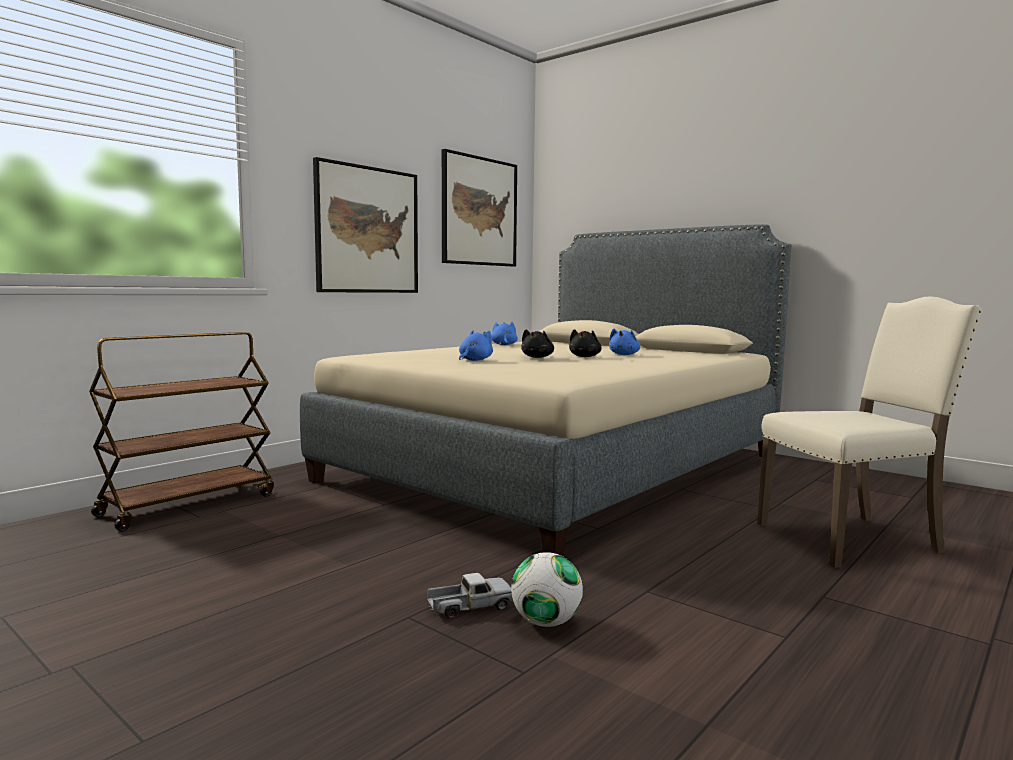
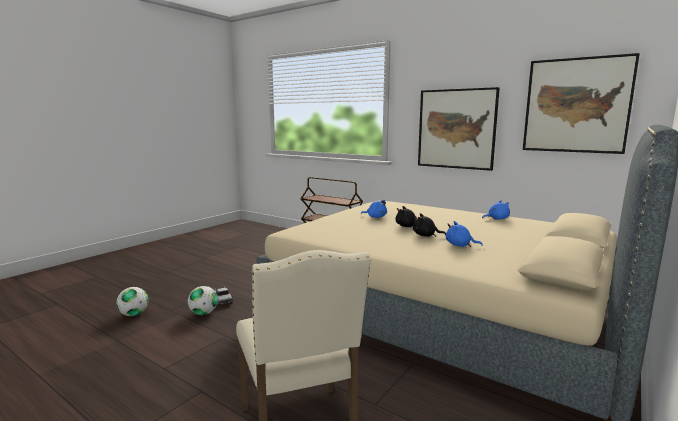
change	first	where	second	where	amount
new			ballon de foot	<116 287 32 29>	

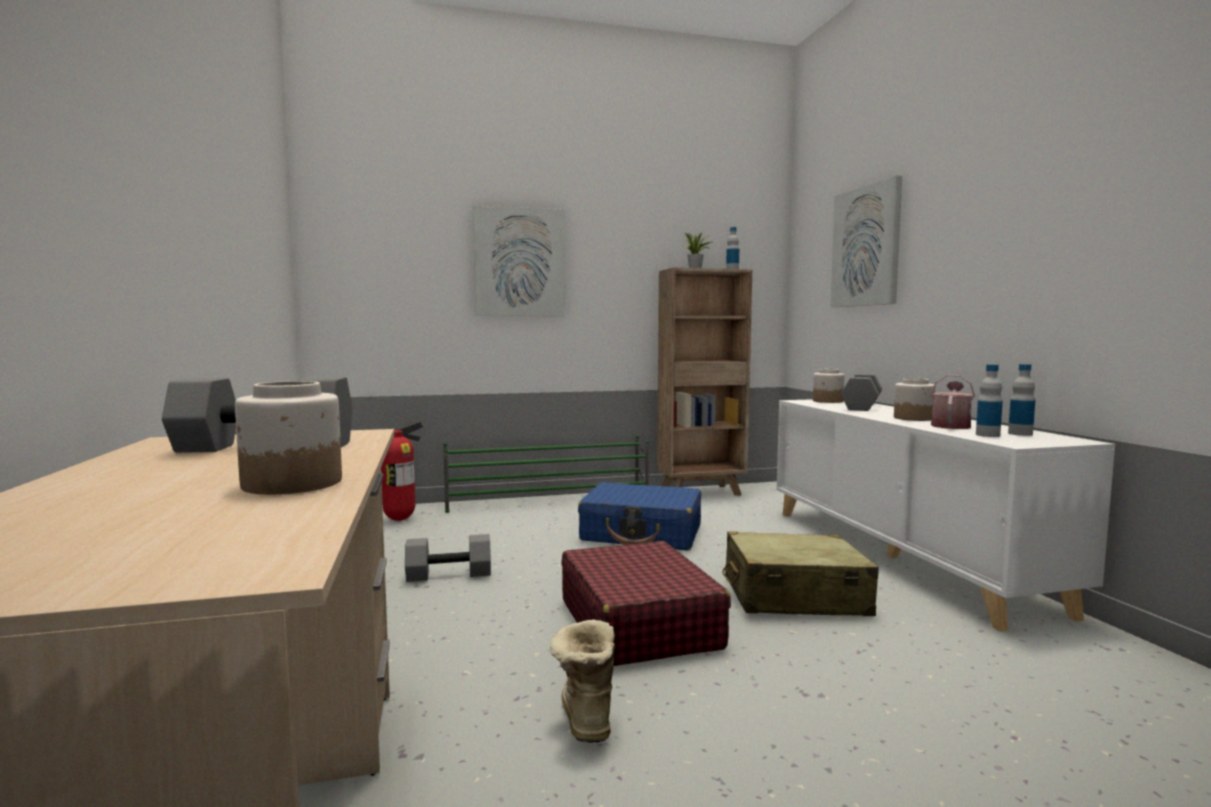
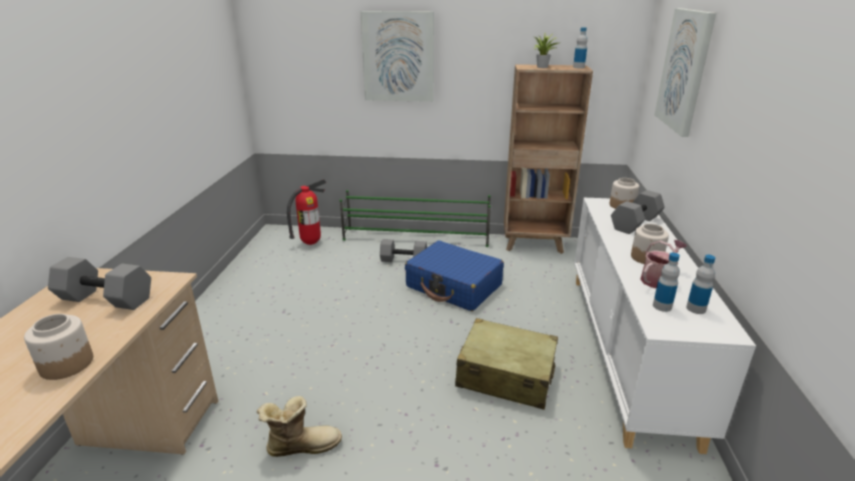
change	first	where	second	where	amount
gone	valise (rouge)	<561 541 170 125>			
shifted	haltère (gris)	<405 534 86 48>		<380 239 47 23>	
rotated	botte	<550 620 65 123>		<257 396 85 61>	60 degrees clockwise

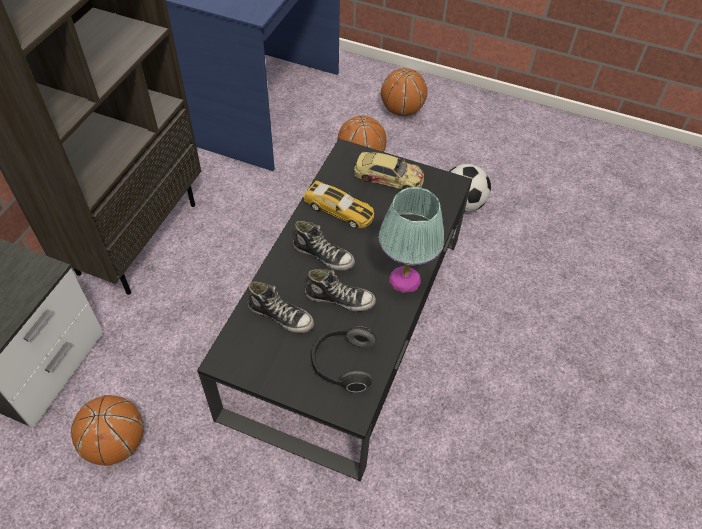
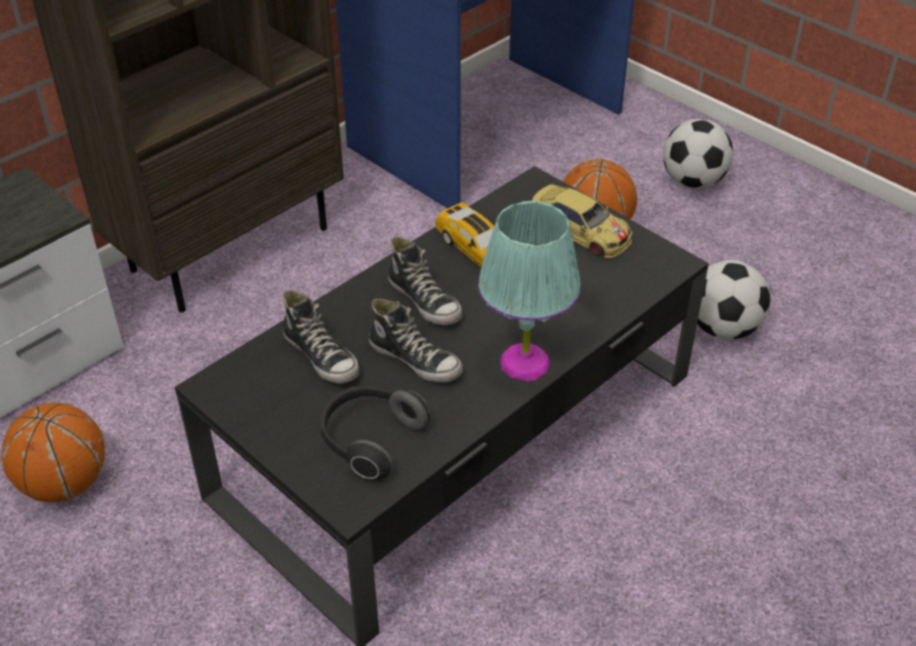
change	first	where	second	where	amount
swapped	ballon de basket	<381 68 47 48>	ballon de foot	<663 119 70 70>	

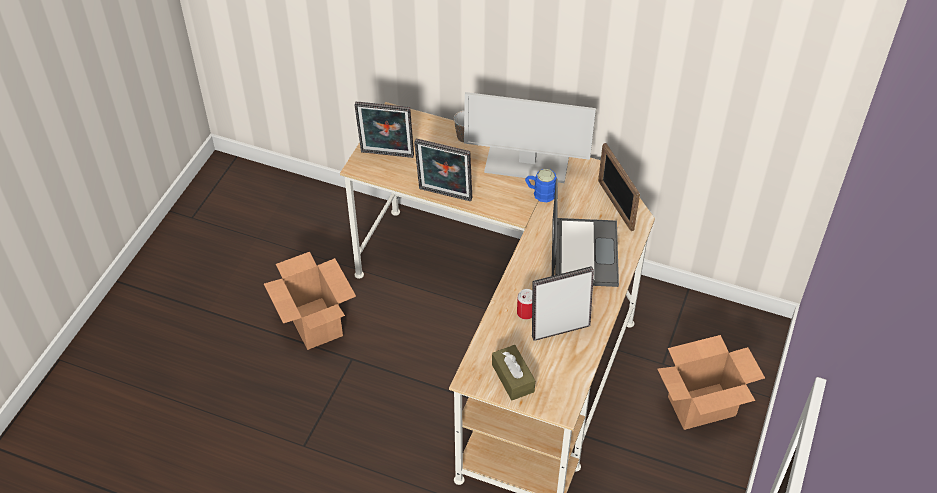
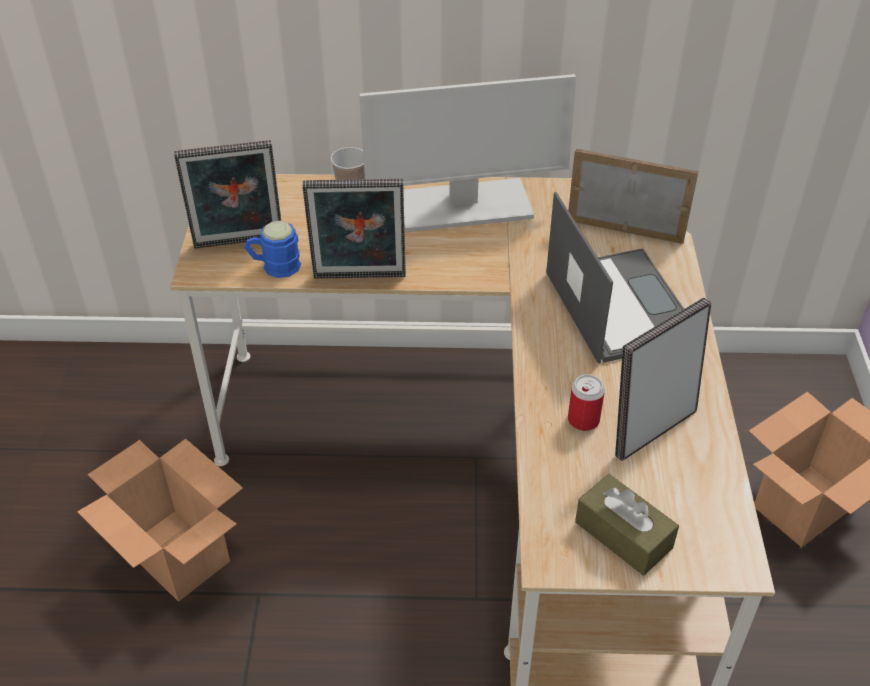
change	first	where	second	where	amount
shifted	mug (bleu)	<525 169 32 33>		<244 221 57 57>	
rotated	cadre photo	<598 143 42 88>		<568 149 131 95>	150 degrees clockwise

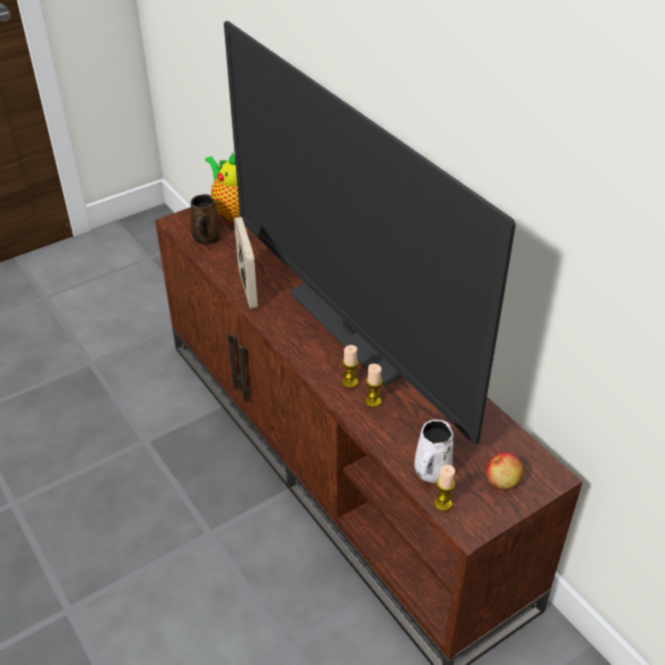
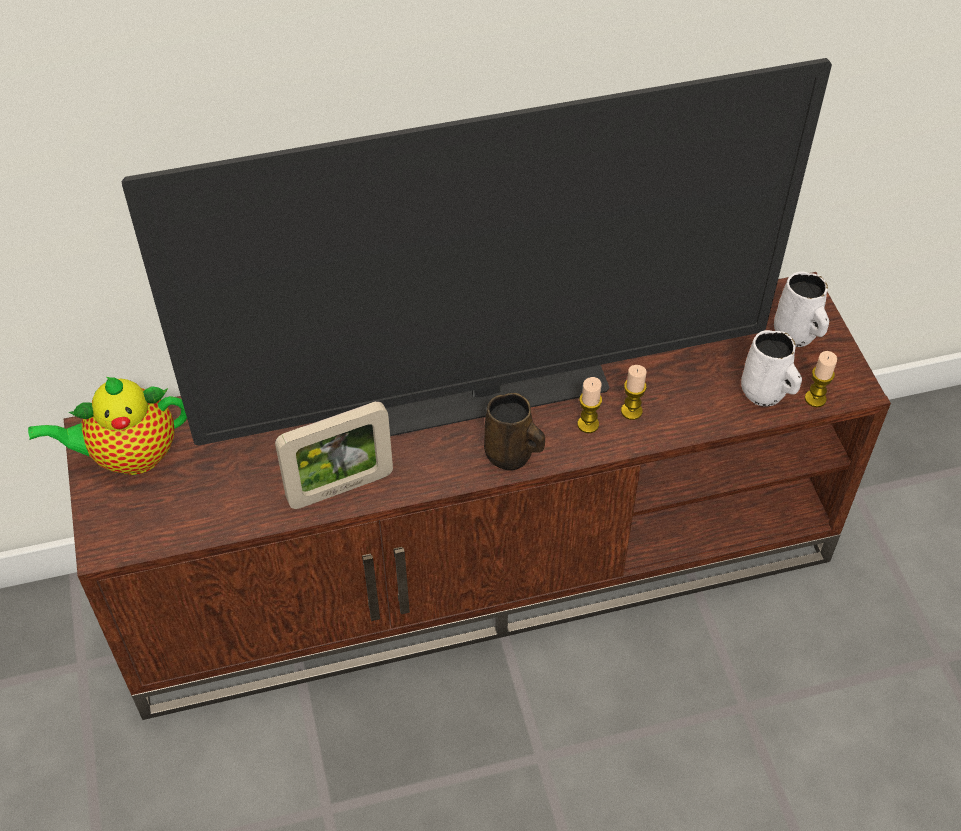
change	first	where	second	where	amount
shifted	mug (marron)	<191 194 29 51>		<484 393 61 78>	
swapped	pomme	<486 452 37 37>	mug (blanc)	<774 271 55 76>	
rotated	cadre photo	<234 217 24 92>		<275 401 118 108>	150 degrees clockwise

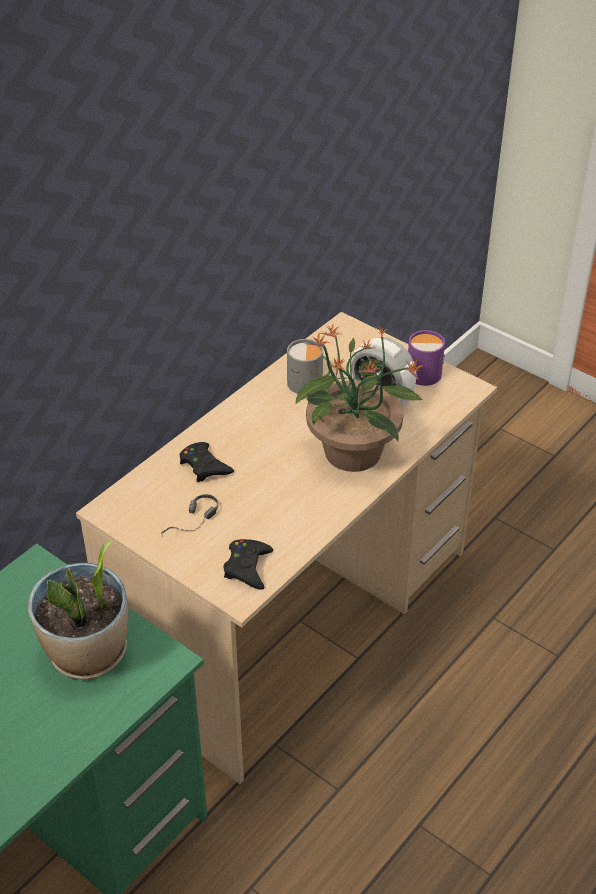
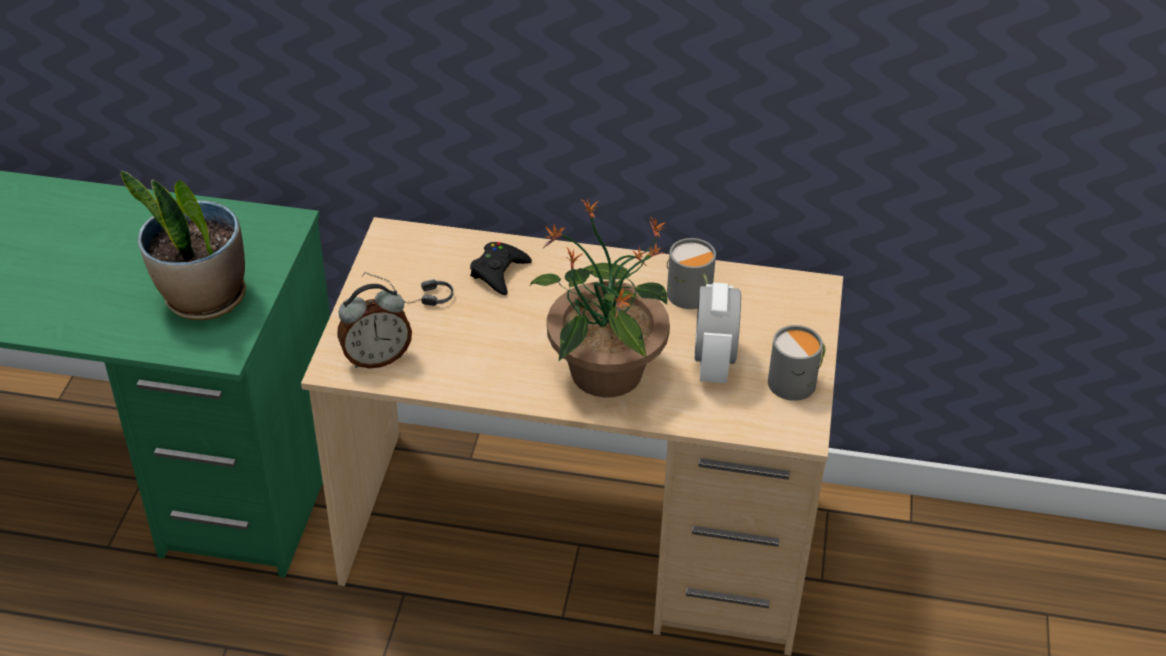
change	first	where	second	where	amount
swapped	manette (noir)	<224 539 49 51>	réveil	<337 284 75 84>	
repainted	mug (violet)	<408 330 37 56>	mug (gris)	<768 325 58 76>	

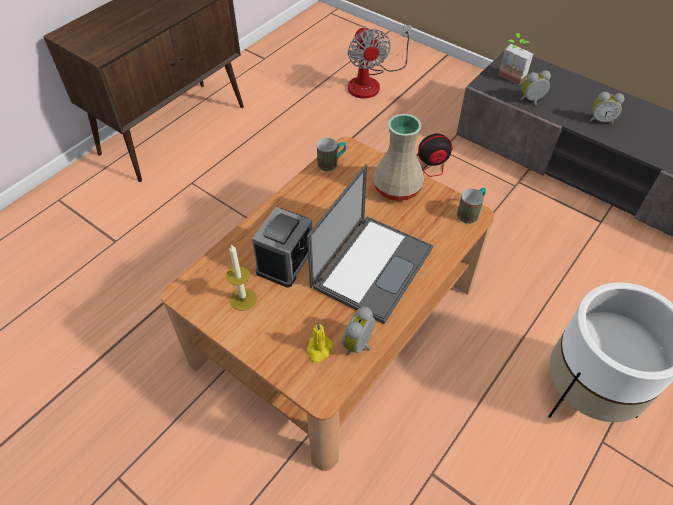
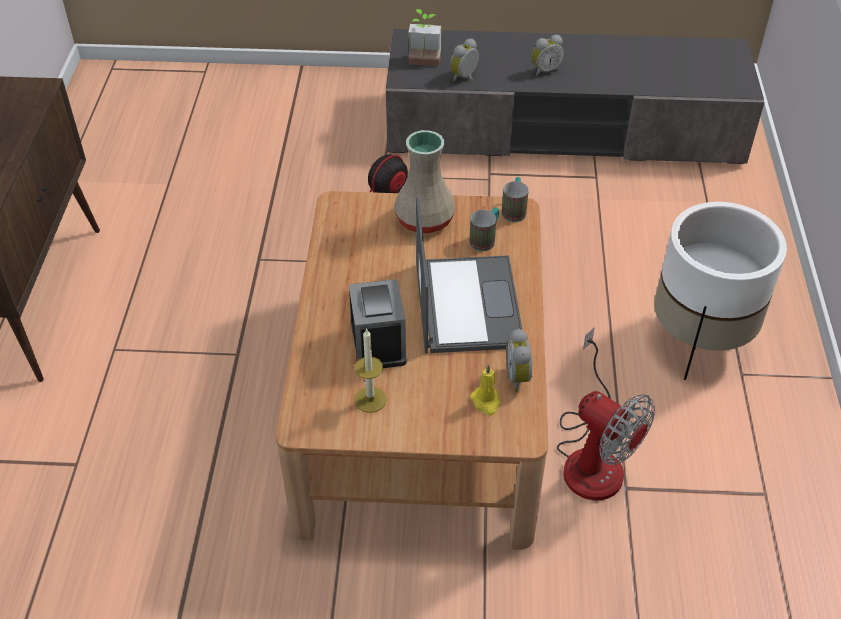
change	first	where	second	where	amount
shifted	mug	<317 138 30 33>		<469 208 30 43>	
shifted	ventilateur	<348 25 63 74>		<557 327 98 174>	

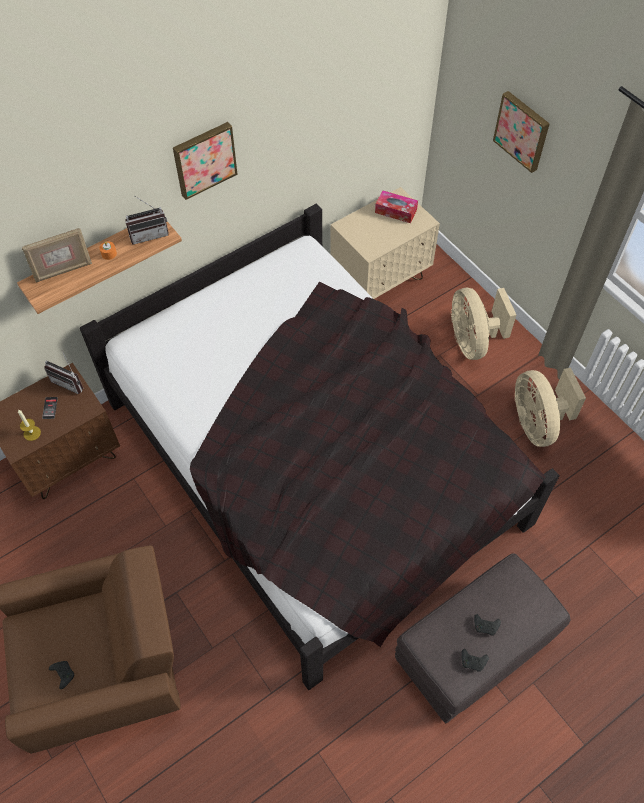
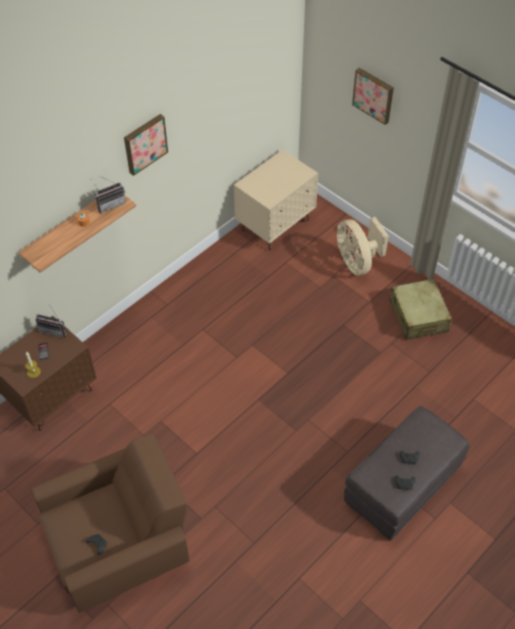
change	first	where	second	where	amount
gone	cadre photo	<22 228 70 55>			
gone	lit (noir)	<80 204 480 486>			
gone	boîte à mouchoirs	<375 190 43 33>			
swapped	ventilateur (beige)	<515 367 71 80>	valise (beige)	<390 279 62 61>	

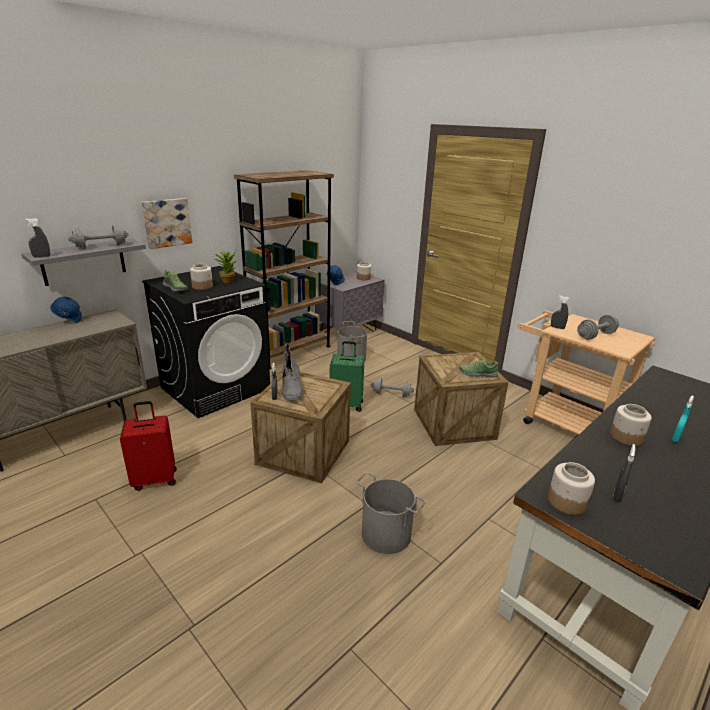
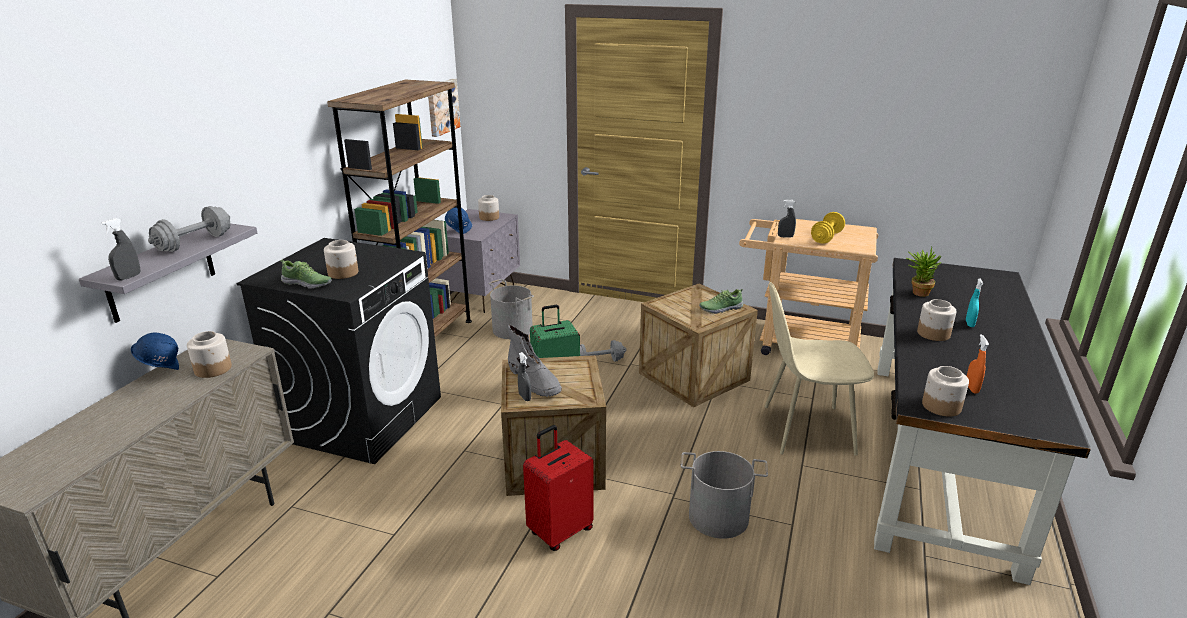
change	first	where	second	where	amount
new			bocal	<187 331 45 47>	
new			chaise (beige)	<765 282 109 174>	
shifted	valise (rouge)	<120 401 57 90>		<523 425 70 126>	
shifted	tableau	<142 198 50 51>		<428 79 32 58>	
shifted	plante en pot	<215 249 22 34>		<906 247 36 50>	
repainted	haltère (gris)	<577 315 42 25>	haltère (jaune)	<811 212 34 32>	
repainted	vaporisateur (gris)	<613 444 23 58>	vaporisateur (orange)	<967 334 22 59>	

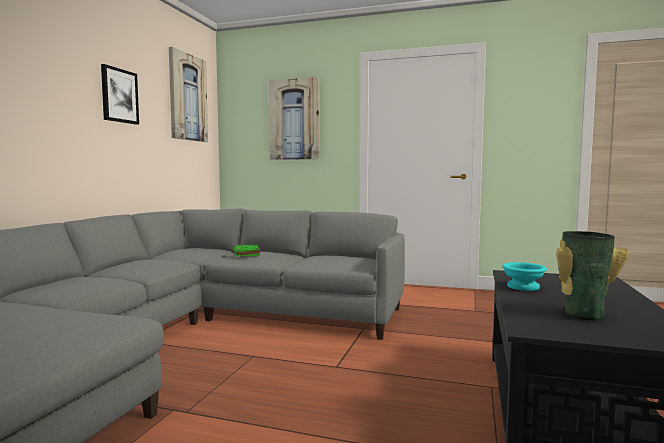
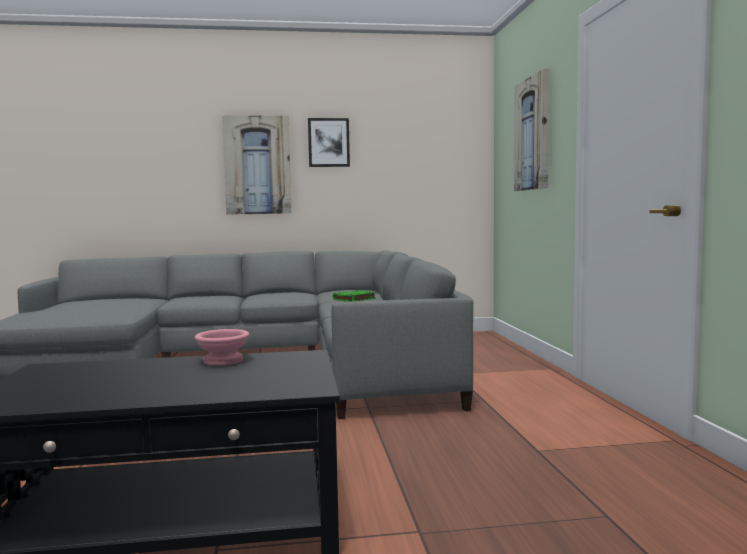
change	first	where	second	where	amount
gone	vase	<556 231 74 90>			
shifted	tableau	<169 47 39 95>		<222 115 69 100>	
repainted	bol (turquoise)	<502 262 45 29>	bol (rose)	<195 329 54 37>	

